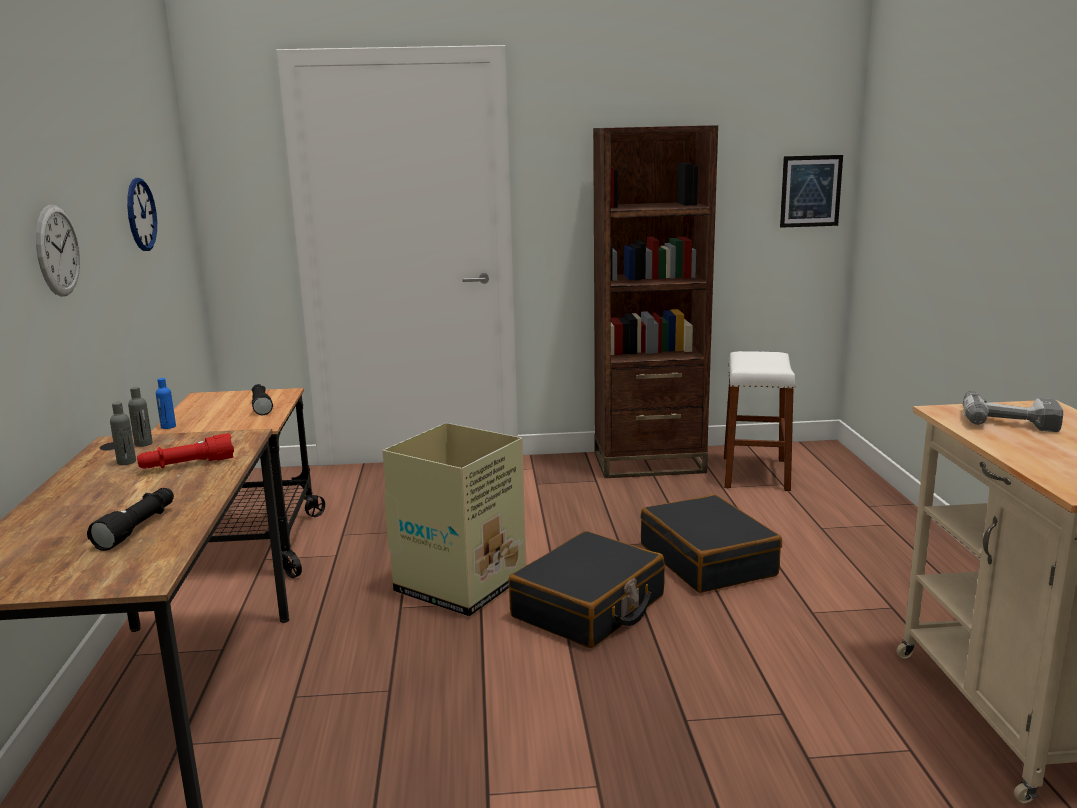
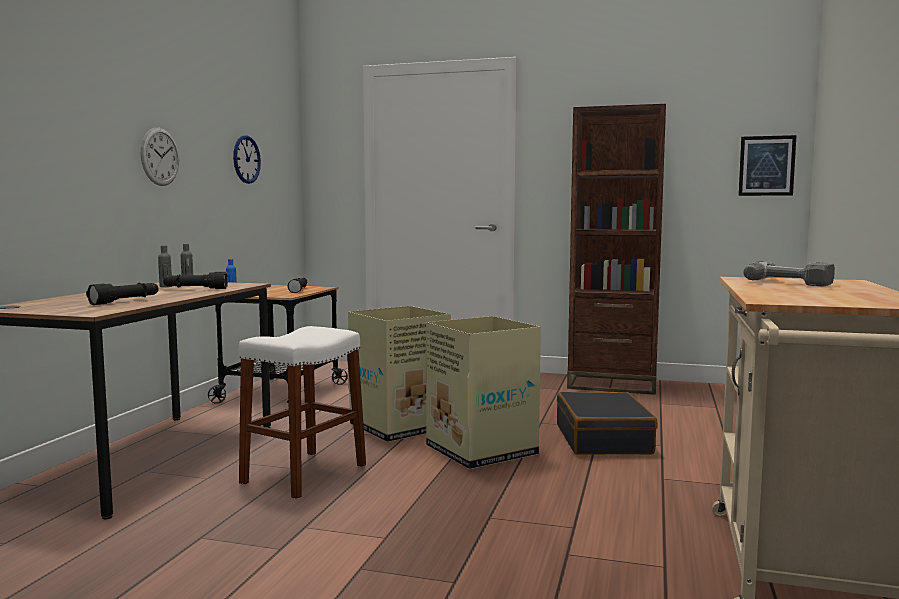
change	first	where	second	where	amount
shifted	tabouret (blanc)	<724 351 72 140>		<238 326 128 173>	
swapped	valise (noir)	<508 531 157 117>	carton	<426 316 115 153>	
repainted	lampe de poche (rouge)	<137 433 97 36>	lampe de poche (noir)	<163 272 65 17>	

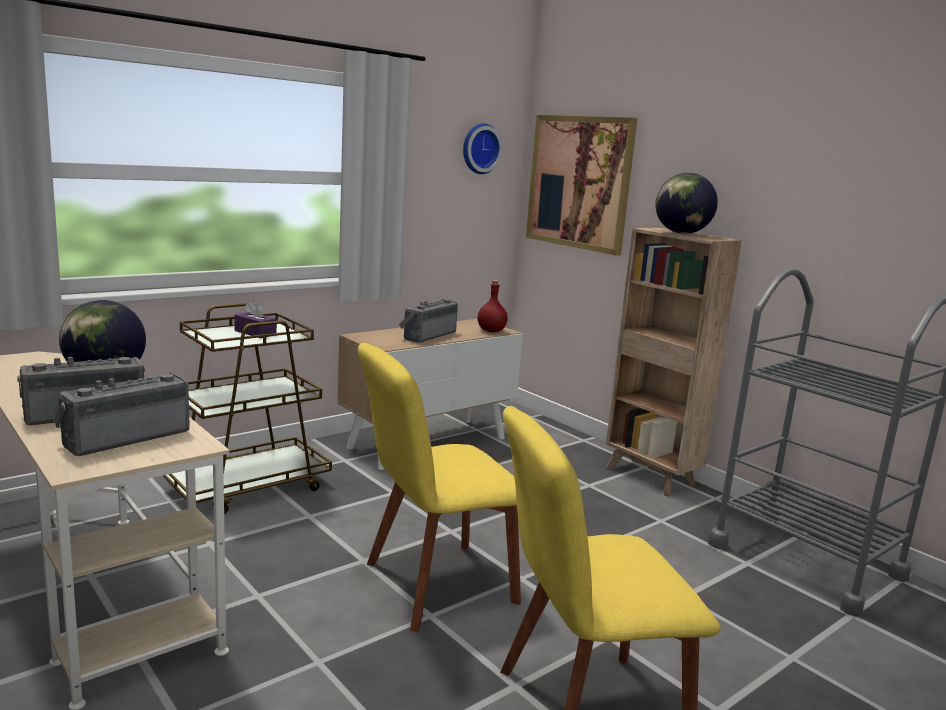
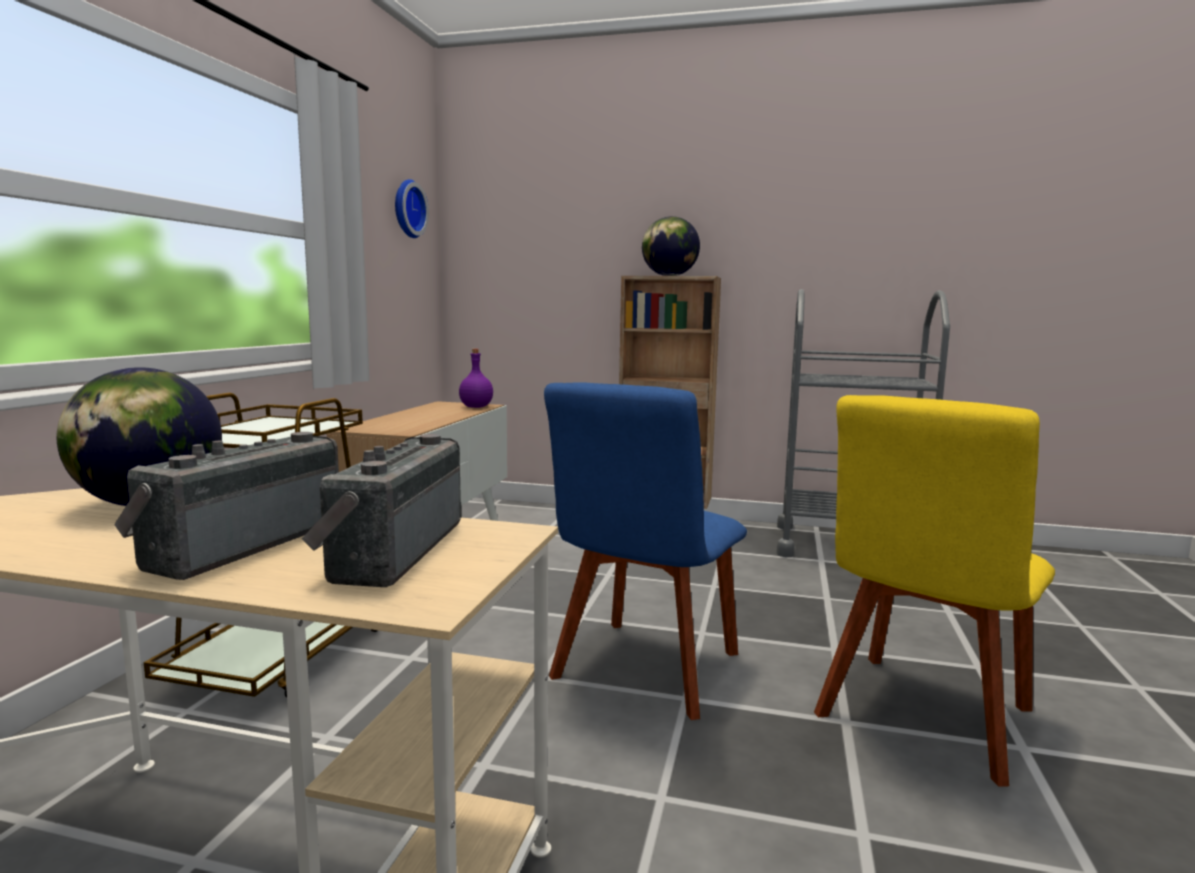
change	first	where	second	where	amount
gone	boîte à mouchoirs (violet)	<234 300 43 38>			
gone	radio	<399 299 59 44>			
gone	tableau	<526 115 111 141>			
repainted	chaise (jaune)	<358 343 163 289>	chaise (bleu)	<544 382 203 338>	
repainted	bouteille (rouge)	<478 280 30 52>	bouteille (violet)	<459 349 34 59>	

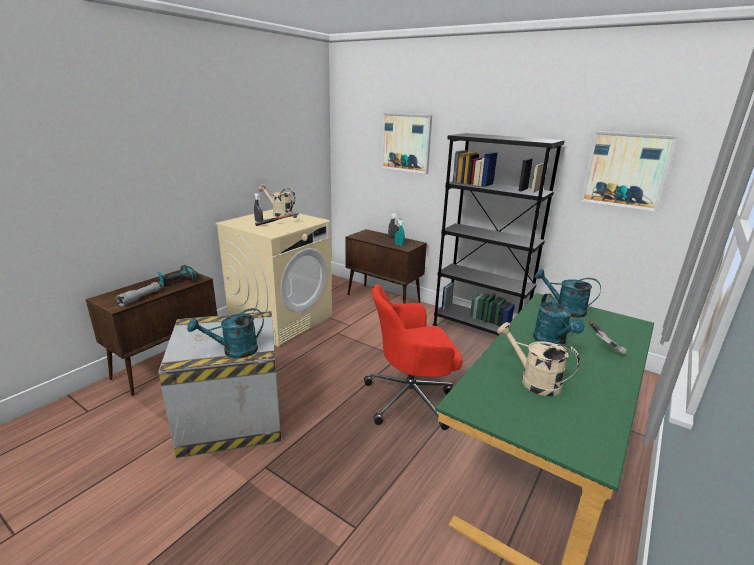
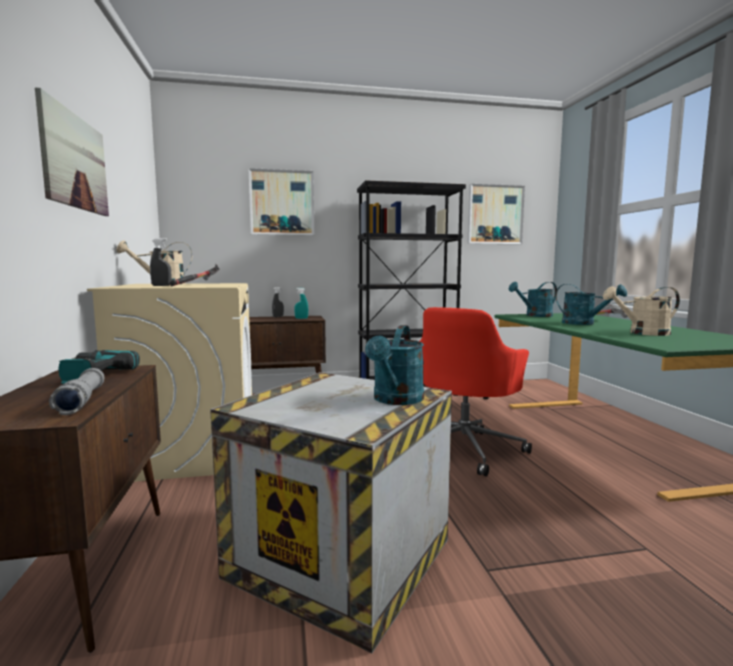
change	first	where	second	where	amount
new			tableau	<35 87 74 129>	

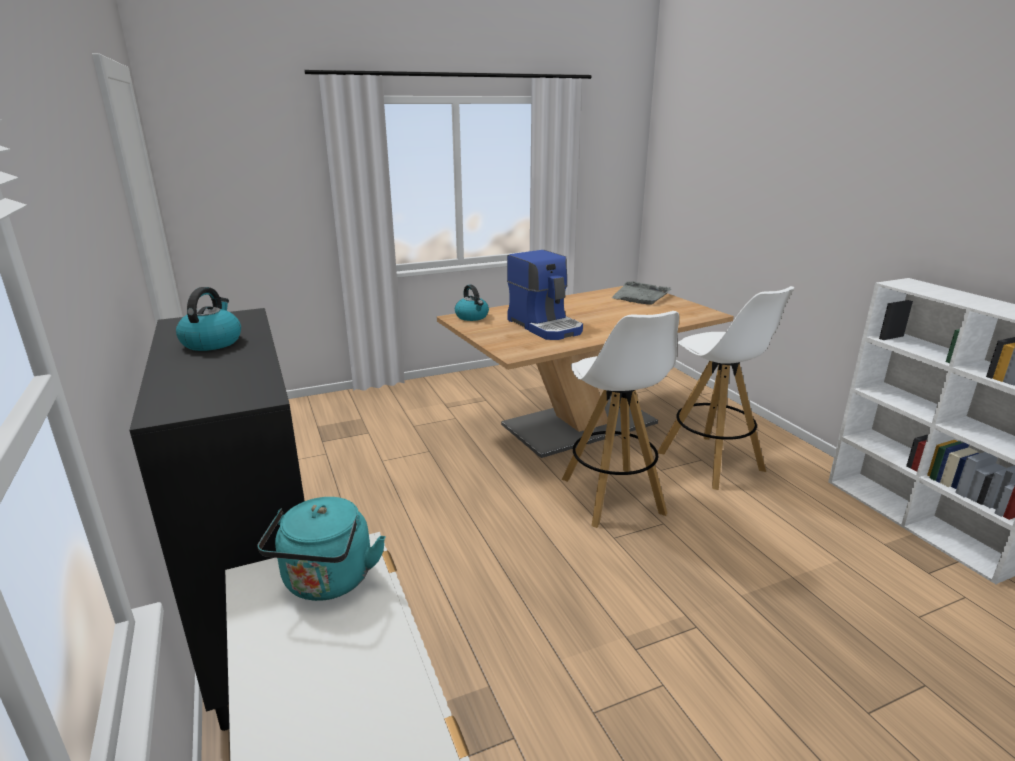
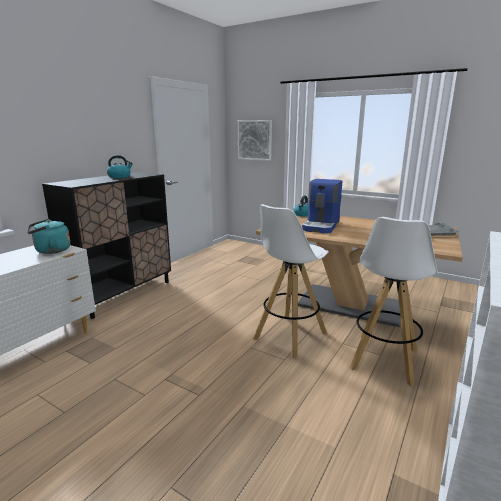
change	first	where	second	where	amount
new			tableau	<238 120 34 41>	

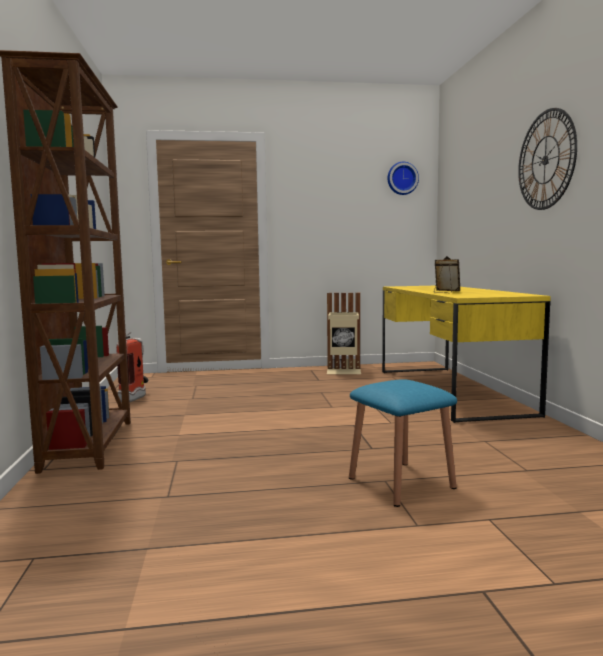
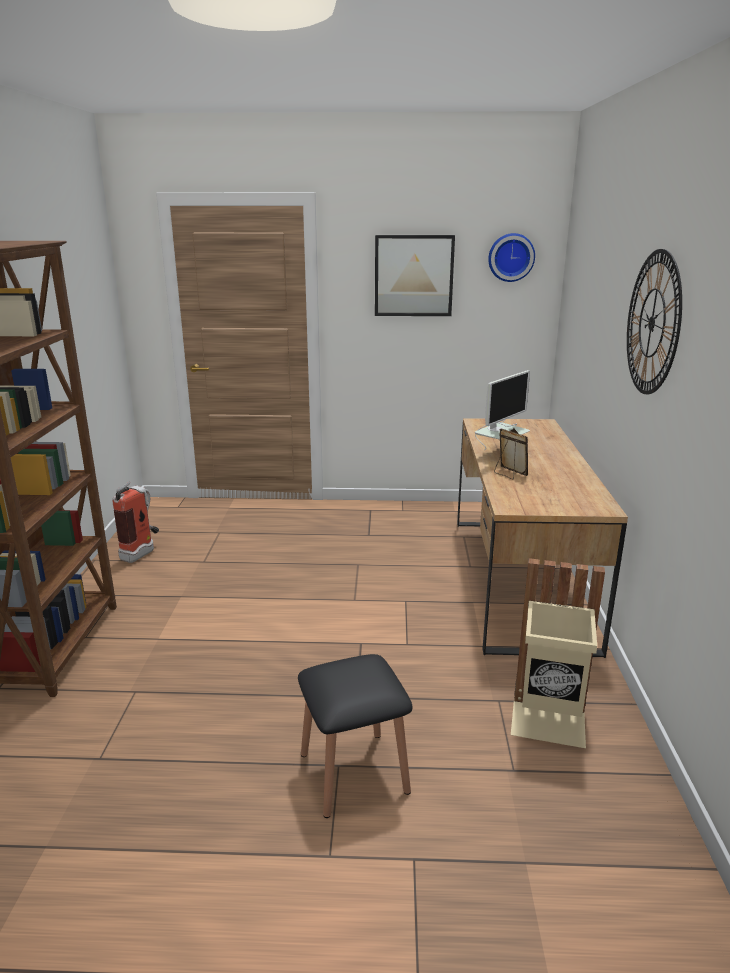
change	first	where	second	where	amount
new			tableau	<375 235 80 81>	
new			écran d'ordinateur	<475 370 55 81>	
shifted	poubelle (beige)	<327 293 34 81>		<511 558 94 190>	
repainted	tabouret (bleu)	<349 379 108 128>	tabouret (noir)	<298 654 114 164>	
repainted	bureau (jaune)	<382 286 169 137>	bureau (marron)	<457 418 171 240>	

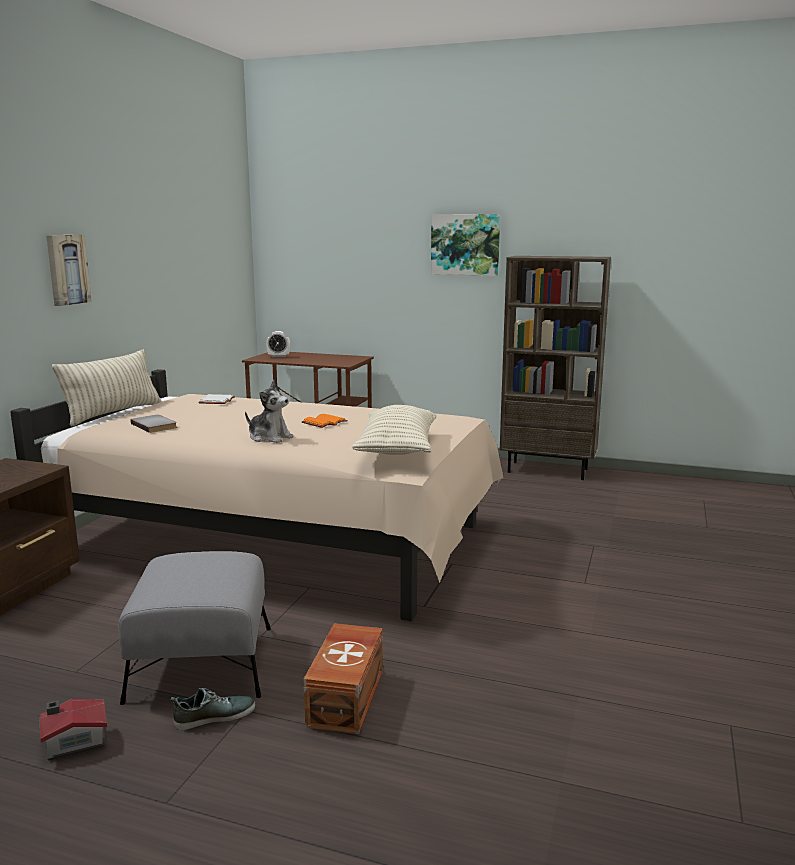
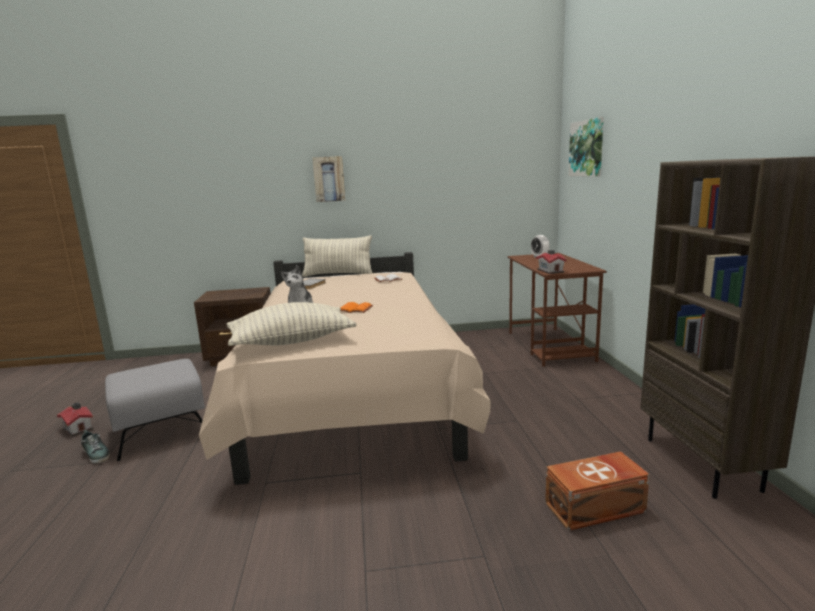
change	first	where	second	where	amount
new			maison miniature	<536 250 31 24>	
shifted	boîte de rangement (marron)	<304 623 79 111>		<545 451 105 80>	
shifted	tableau	<431 214 69 62>		<569 117 35 60>	

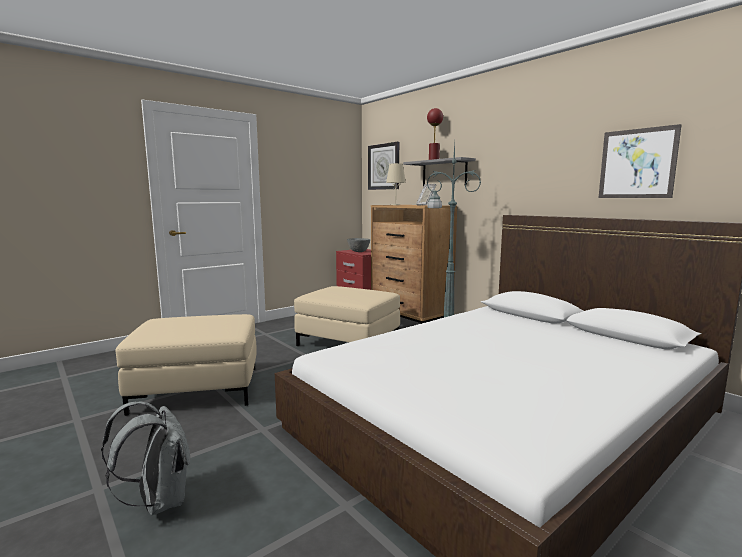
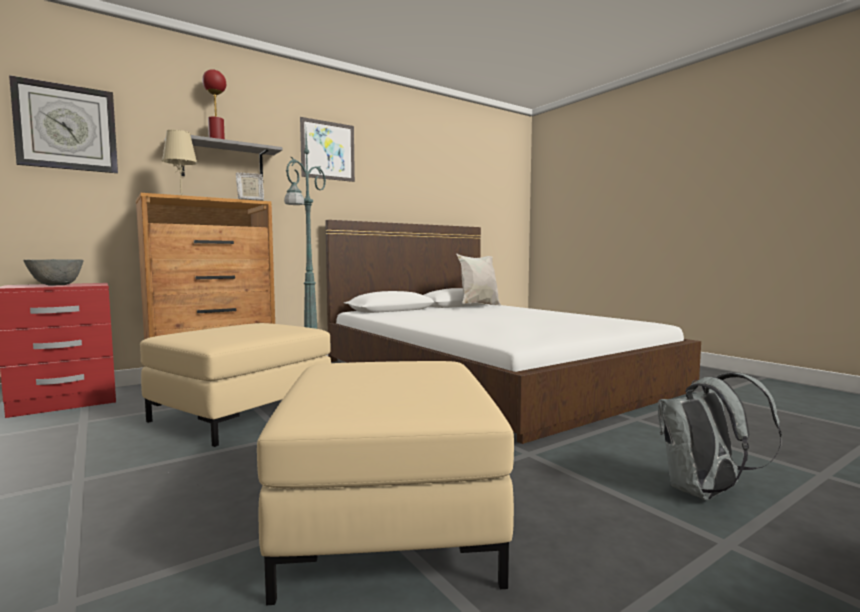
change	first	where	second	where	amount
new			coussin (blanc)	<456 253 45 53>	
shifted	tableau	<598 124 84 74>		<300 117 55 65>	

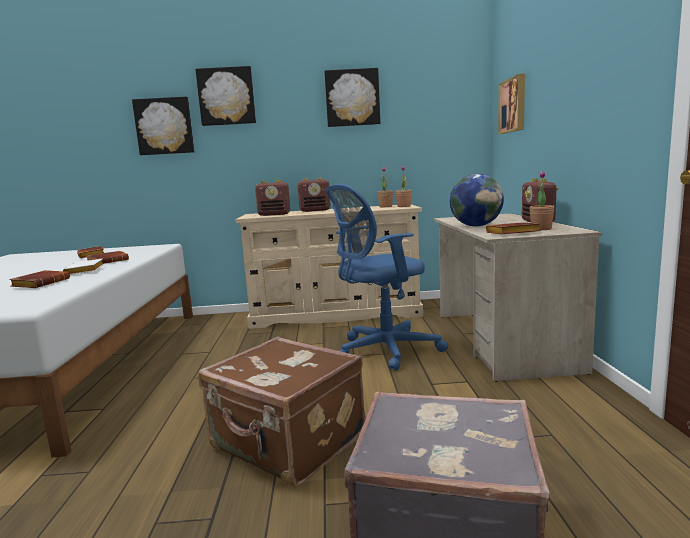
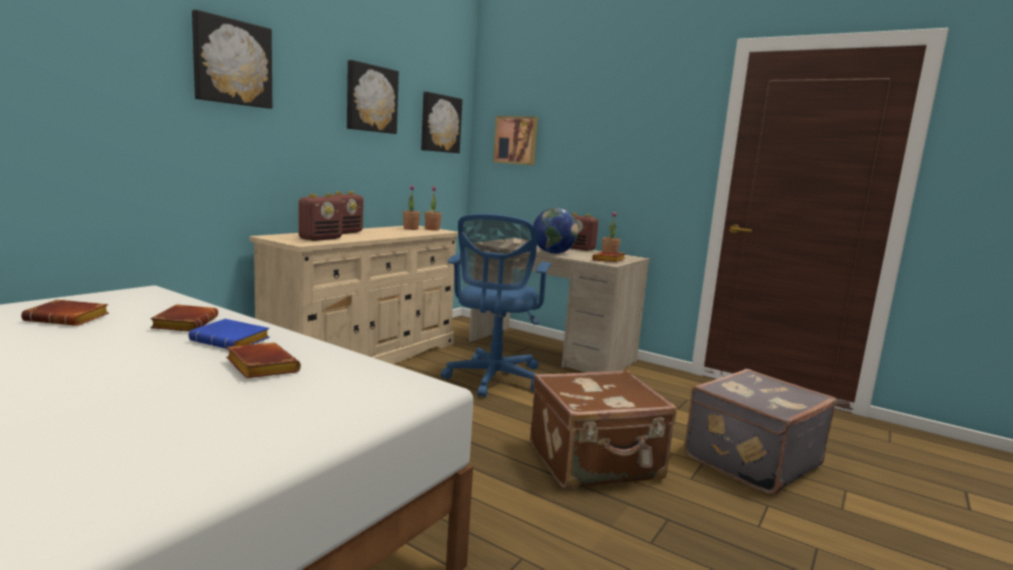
change	first	where	second	where	amount
shifted	tableau	<132 97 62 58>		<421 92 41 61>	
repainted	livre (blanc)	<63 259 41 16>	livre (bleu)	<189 319 81 31>	

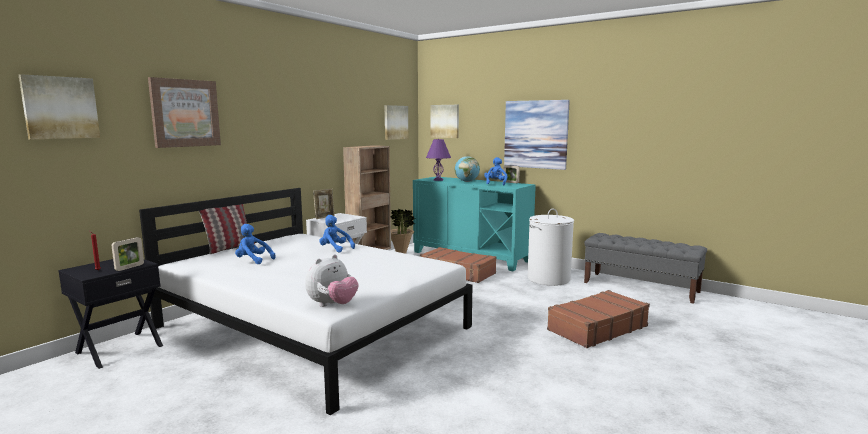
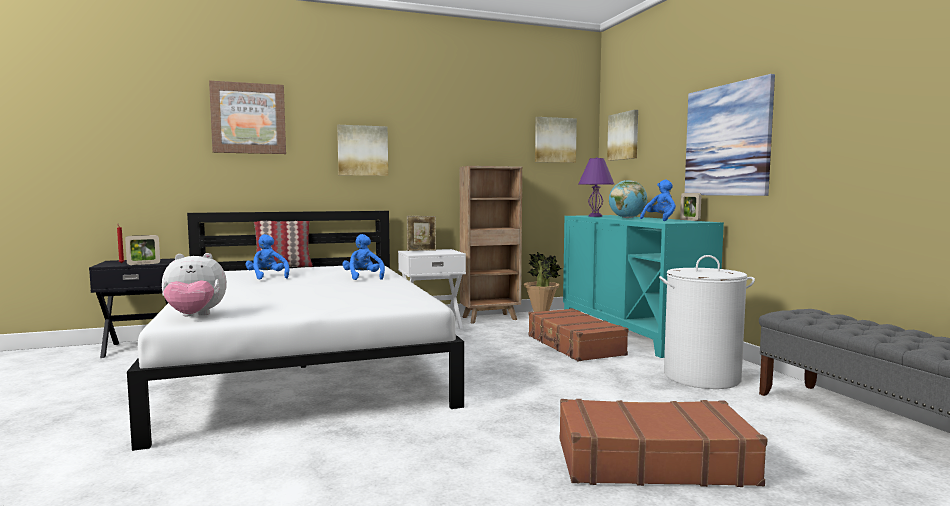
change	first	where	second	where	amount
shifted	tableau	<19 74 81 66>		<337 125 51 51>	

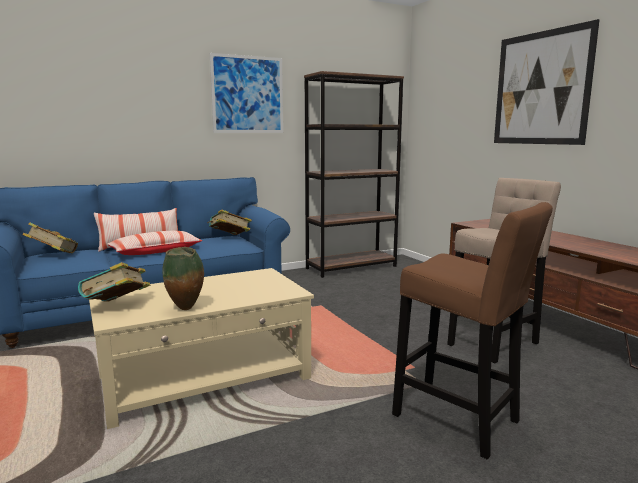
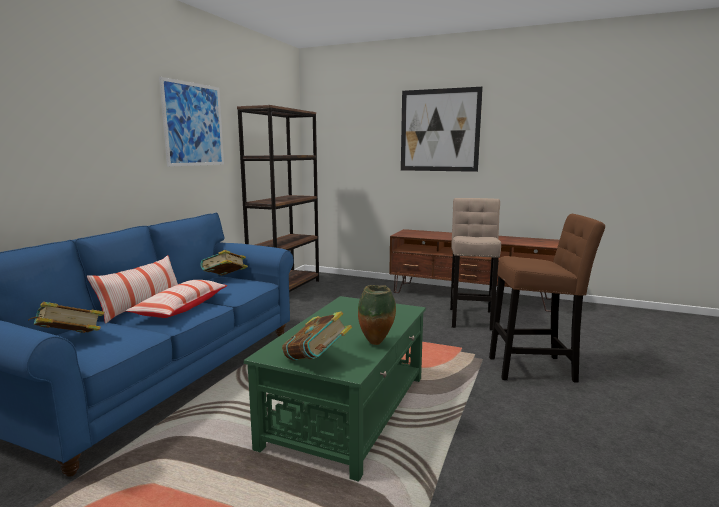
change	first	where	second	where	amount
repainted	table basse (beige)	<89 268 225 161>	table basse (vert)	<244 296 182 186>	

